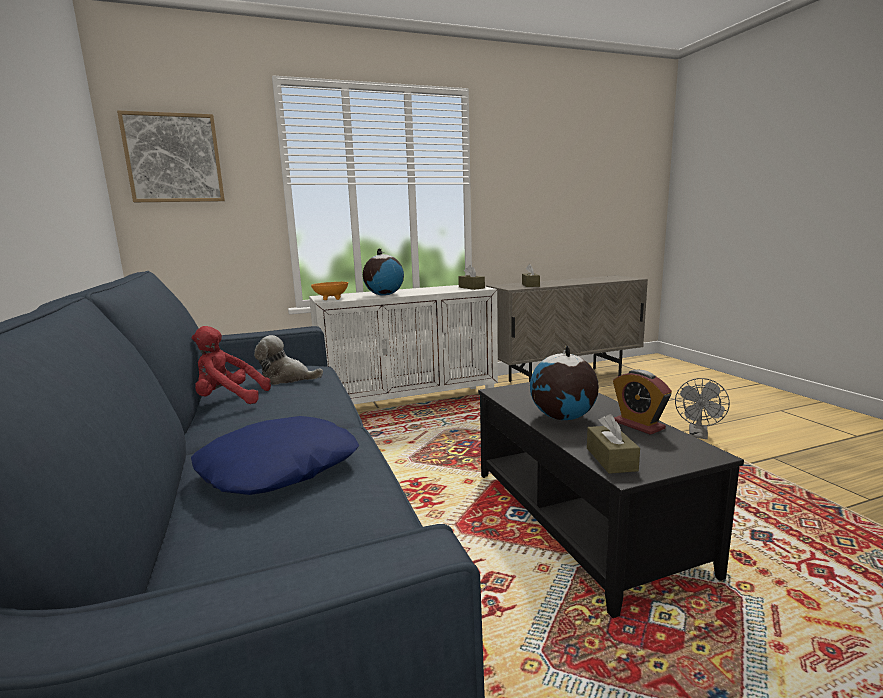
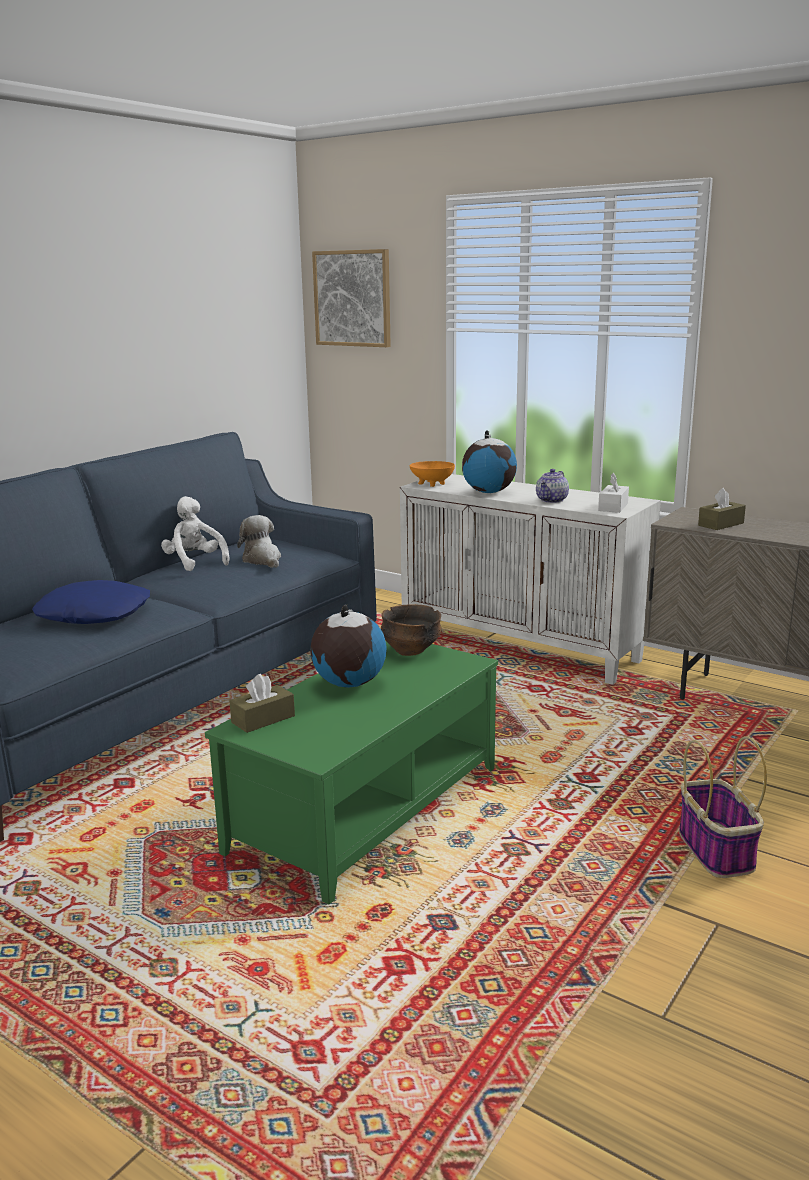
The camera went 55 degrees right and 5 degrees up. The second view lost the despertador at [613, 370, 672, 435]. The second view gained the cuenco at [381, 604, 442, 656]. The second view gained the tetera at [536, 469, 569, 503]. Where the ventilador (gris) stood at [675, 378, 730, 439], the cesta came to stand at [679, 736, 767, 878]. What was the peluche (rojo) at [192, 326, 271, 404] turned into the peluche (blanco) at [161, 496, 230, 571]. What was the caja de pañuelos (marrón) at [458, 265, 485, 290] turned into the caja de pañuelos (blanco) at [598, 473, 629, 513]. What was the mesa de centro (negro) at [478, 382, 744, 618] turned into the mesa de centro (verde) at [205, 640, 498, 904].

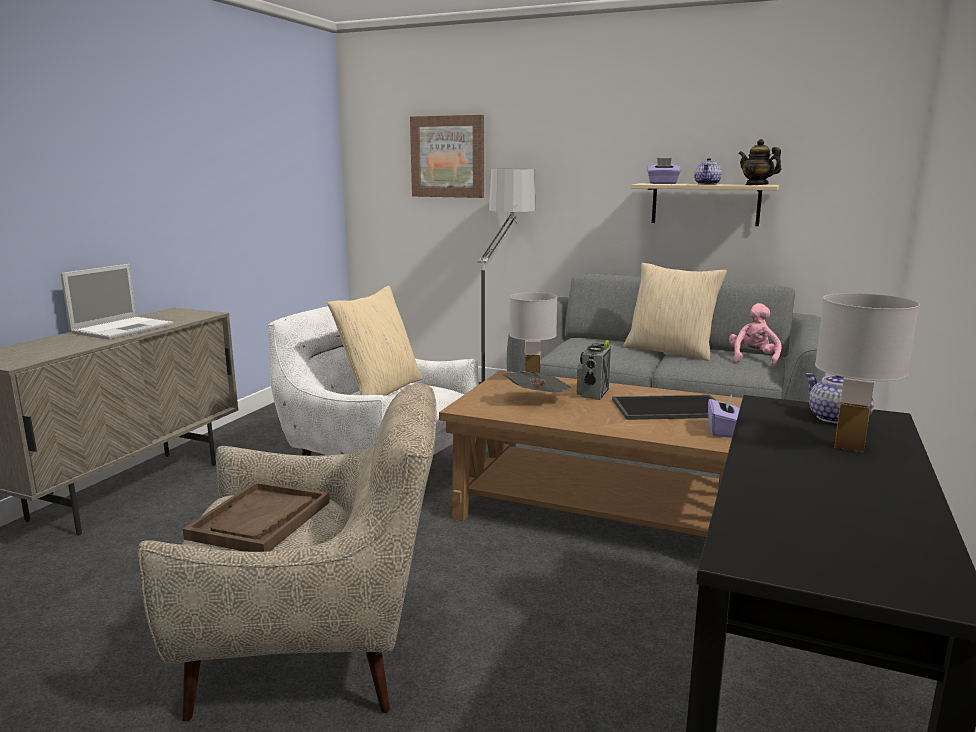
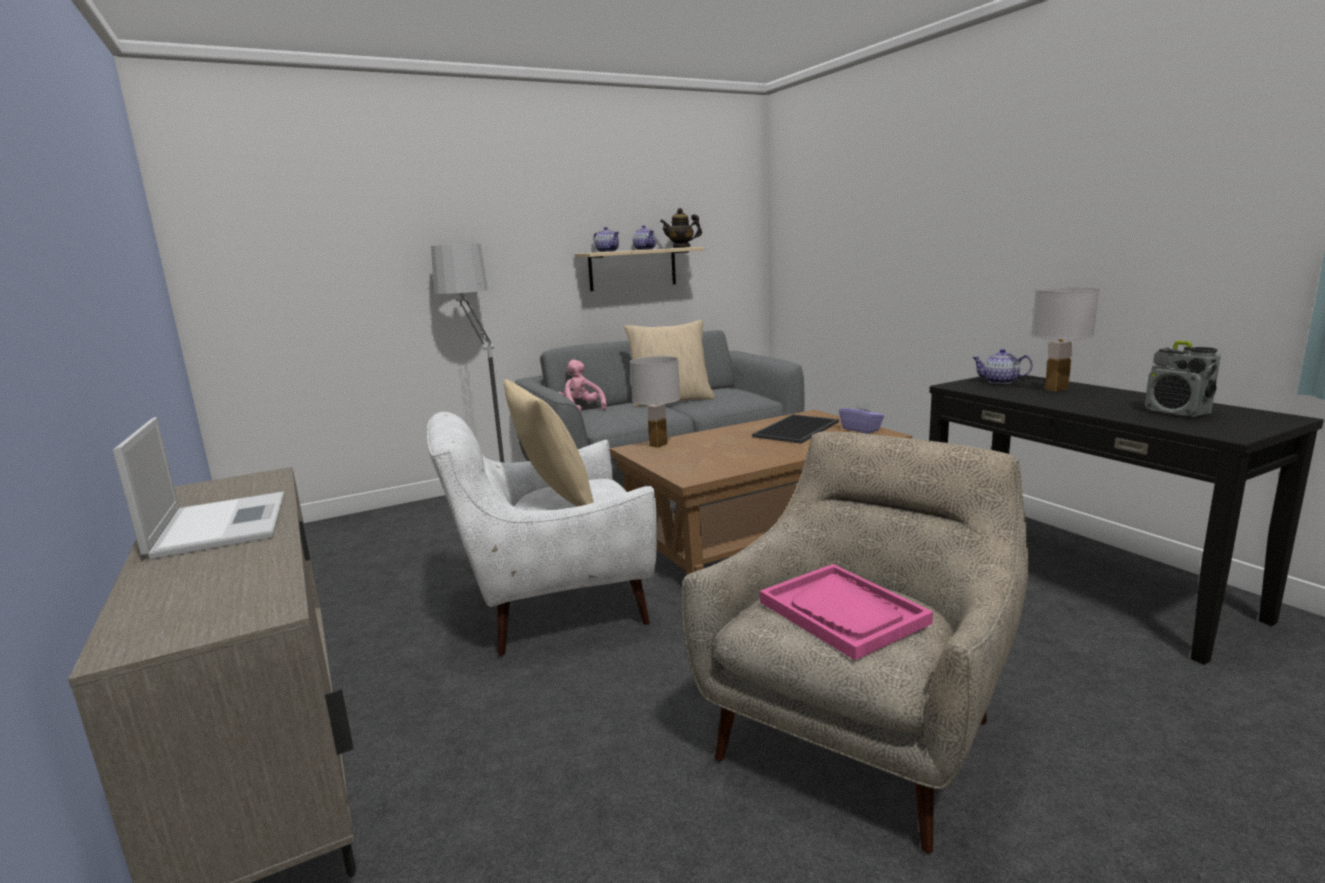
The camera went 50 degrees left and 0 degrees up. The second view lost the cuadro at [410, 115, 484, 198]. The second view lost the periódico at [502, 372, 570, 392]. The radio ended up elsewhere, having gone from [577, 340, 611, 400] to [1145, 340, 1221, 417]. The peluche (rosa) ended up elsewhere, having gone from [729, 303, 782, 367] to [558, 360, 607, 412]. Where the caja de pañuelos (morado) stood at [647, 158, 681, 184], the tetera came to stand at [594, 227, 619, 252]. What was the bandeja (marrón) at [183, 481, 330, 552] turned into the bandeja (rosa) at [760, 564, 933, 660].

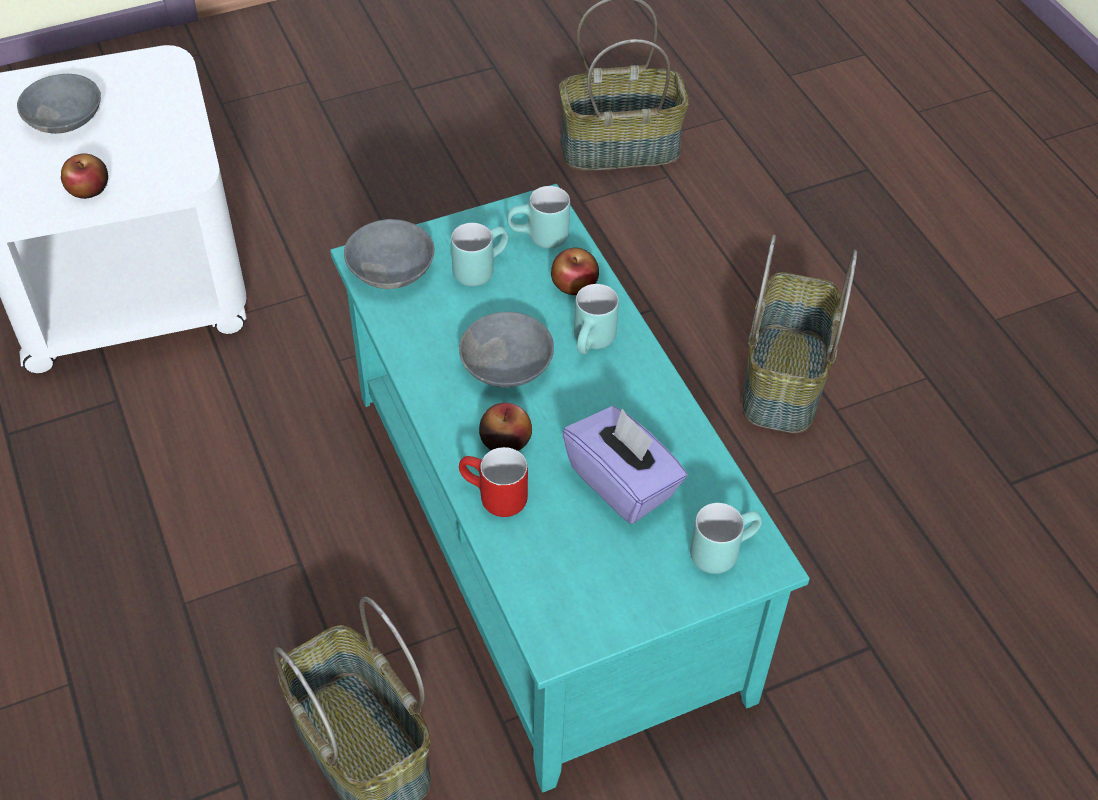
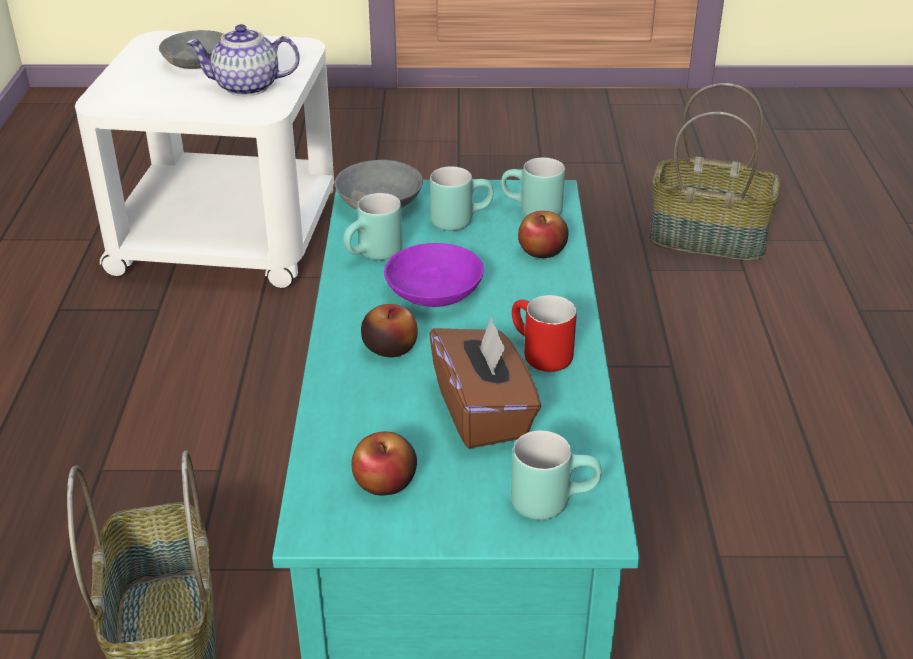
The camera went 25 degrees right and 15 degrees down. The second view lost the cesta at [742, 235, 857, 433]. The second view gained the tetera at [186, 24, 300, 96]. The manzana ended up elsewhere, having gone from [61, 153, 108, 199] to [351, 432, 417, 495]. The taza grande (rojo) ended up elsewhere, having gone from [459, 447, 528, 517] to [512, 295, 577, 372]. The taza grande (turquesa) ended up elsewhere, having gone from [574, 284, 619, 354] to [343, 193, 403, 260]. What was the cuenco (gris) at [459, 312, 554, 387] turned into the cuenco (morado) at [384, 243, 484, 307]. What was the caja de pañuelos (morado) at [563, 406, 687, 524] turned into the caja de pañuelos (marrón) at [429, 317, 541, 449].

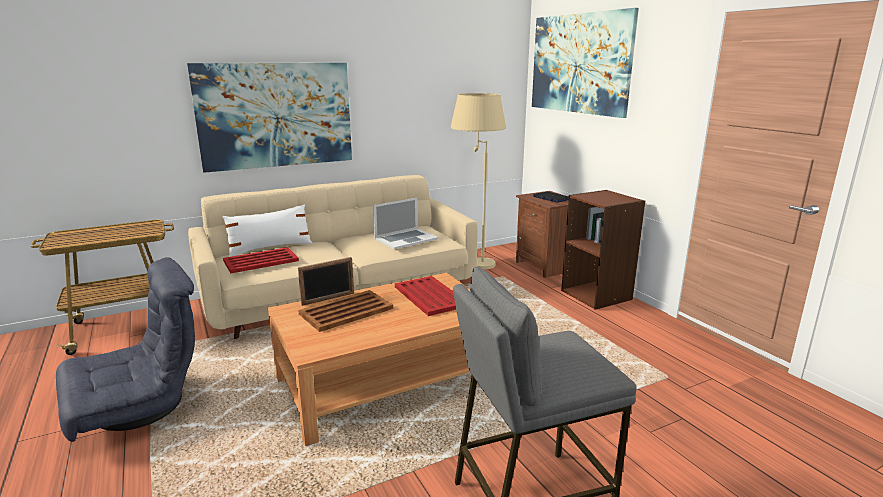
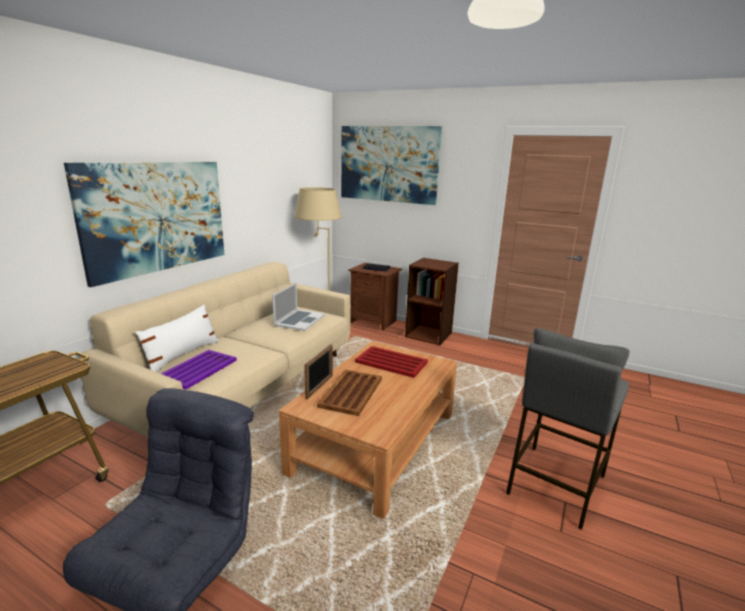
The camera went 35 degrees left and 0 degrees up. What was the bandeja (rojo) at [223, 247, 299, 273] turned into the bandeja (morado) at [161, 350, 237, 390].

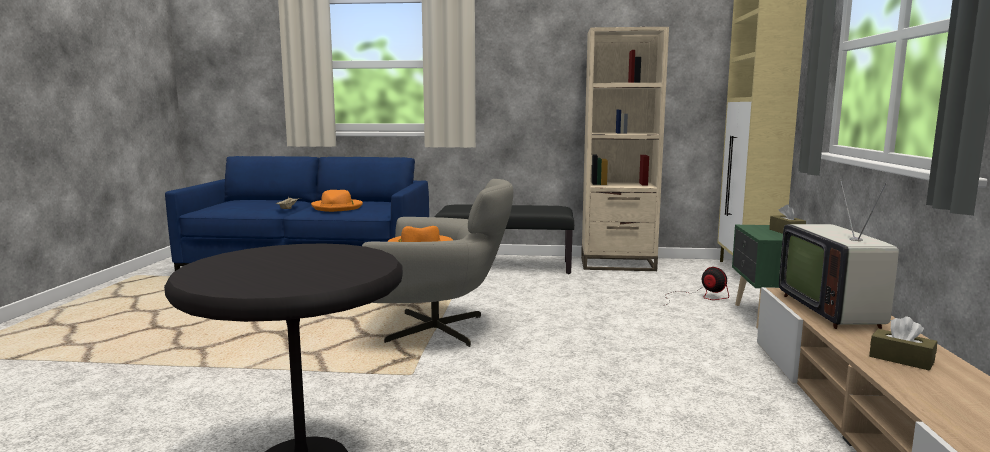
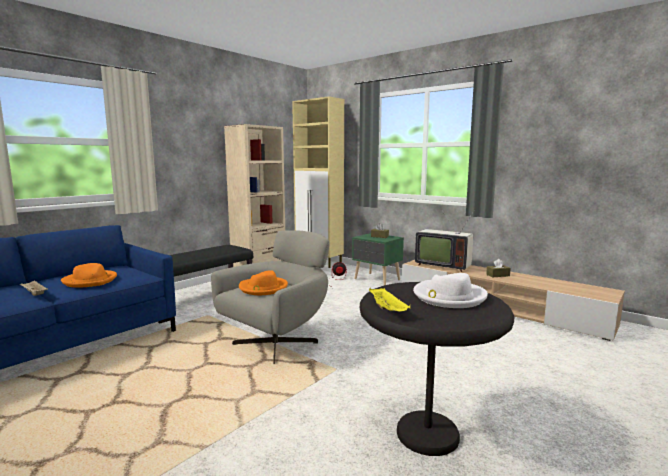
The camera went 55 degrees left and 0 degrees up. The second view gained the bandeja (amarillo) at [369, 288, 411, 312]. The second view gained the sombrero (blanco) at [413, 273, 488, 308].

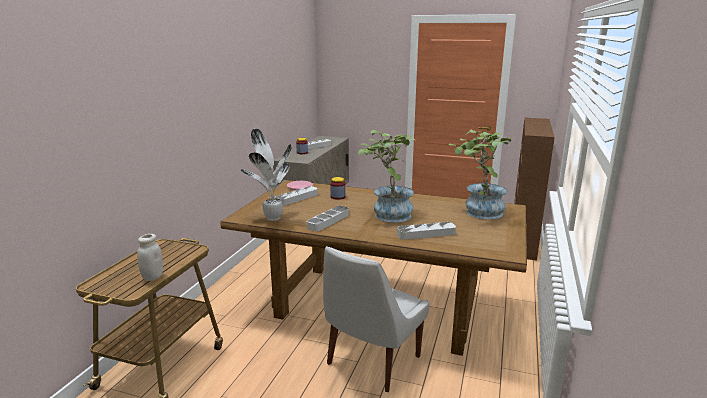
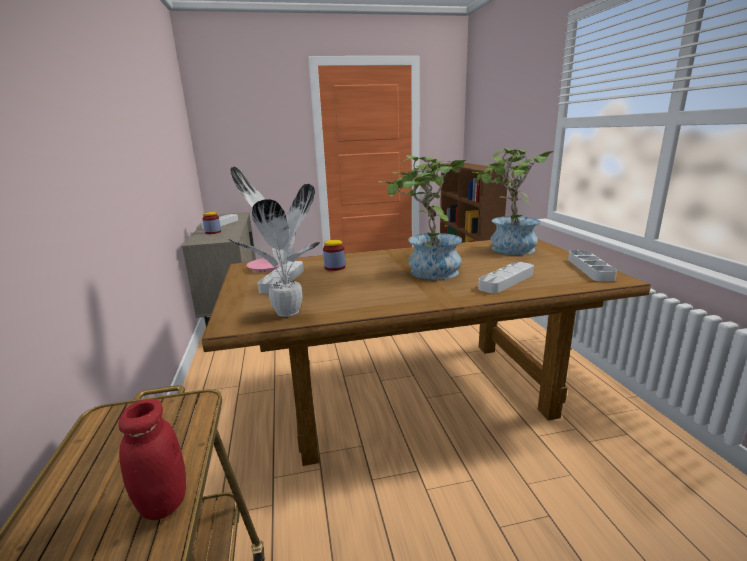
The camera went 30 degrees left and 0 degrees up. The second view lost the silla (blanco) at [323, 246, 430, 392]. The bandeja (gris) ended up elsewhere, having gone from [307, 206, 349, 231] to [568, 250, 617, 281]. What was the tarro (blanco) at [137, 234, 163, 281] turned into the tarro (rojo) at [118, 399, 186, 520].

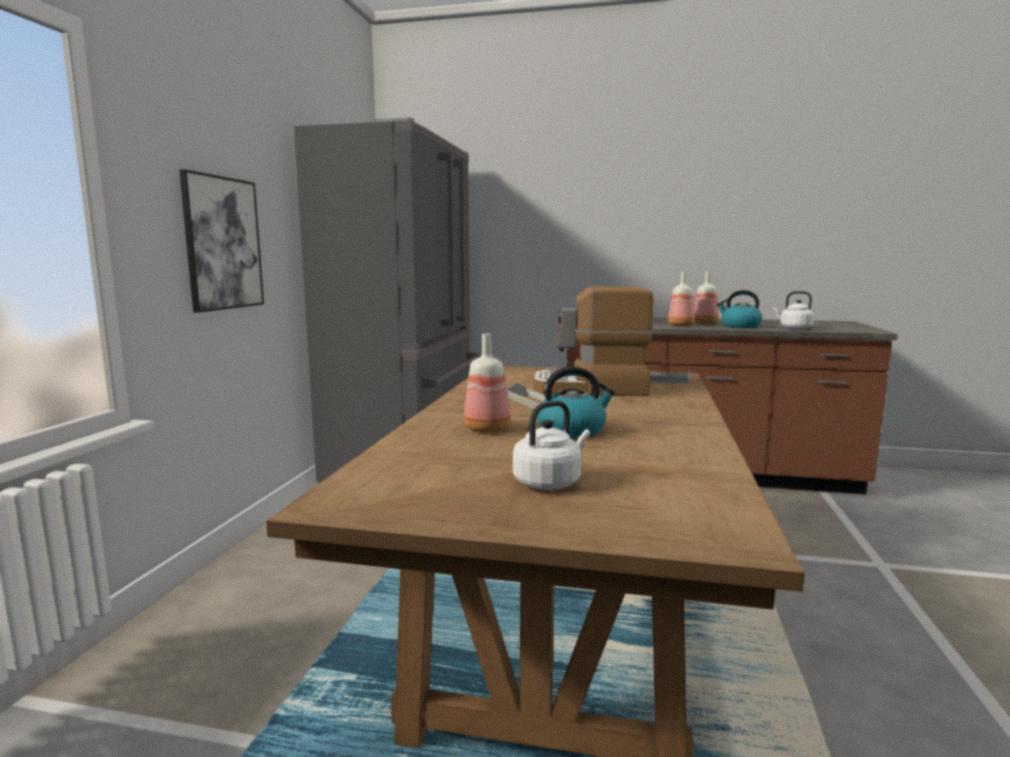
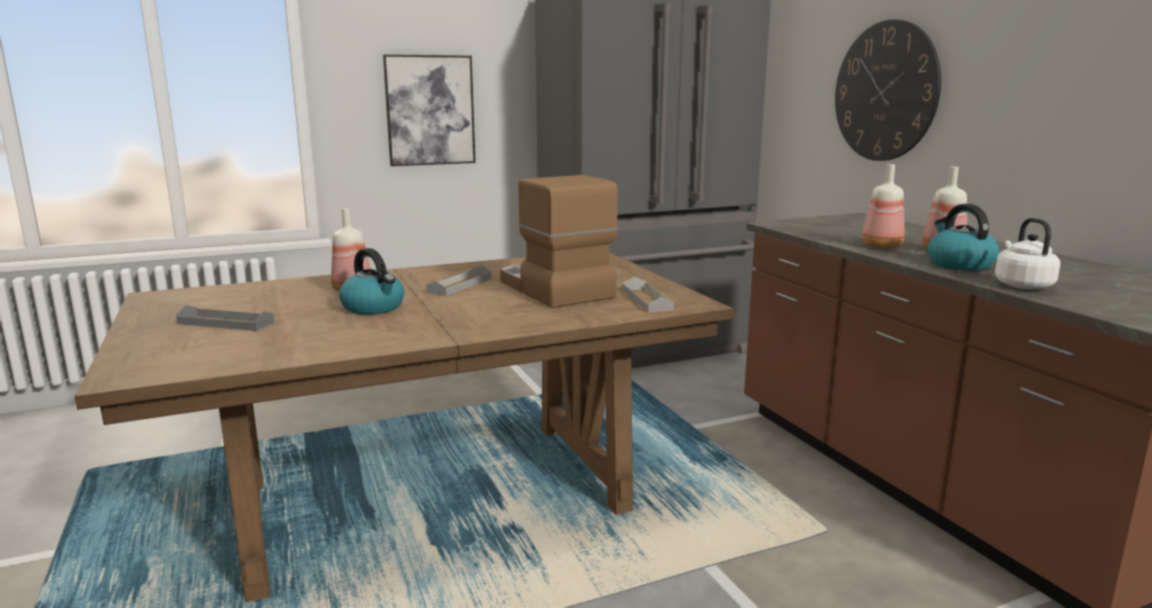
The camera went 55 degrees right and 5 degrees up. The second view gained the reloj de pared at [835, 19, 941, 161]. Where the hervidor (blanco) stood at [513, 401, 590, 490], the bandeja (gris) came to stand at [176, 305, 274, 331].

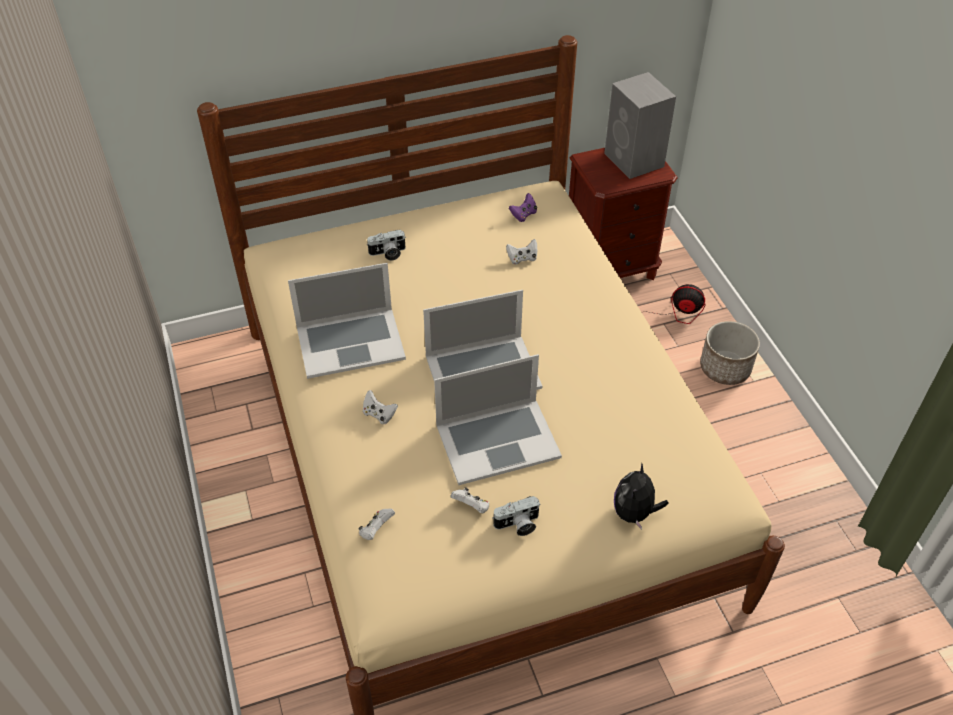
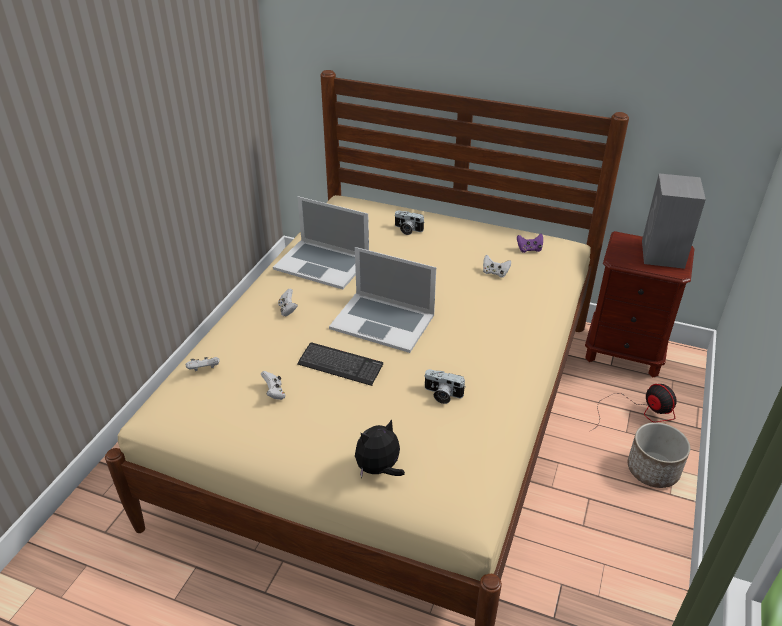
The camera went 40 degrees right and 10 degrees down. The cámara ended up elsewhere, having gone from [492, 496, 539, 536] to [424, 369, 466, 404]. Where the portátil stood at [434, 354, 562, 485], the teclado came to stand at [297, 343, 383, 386].

